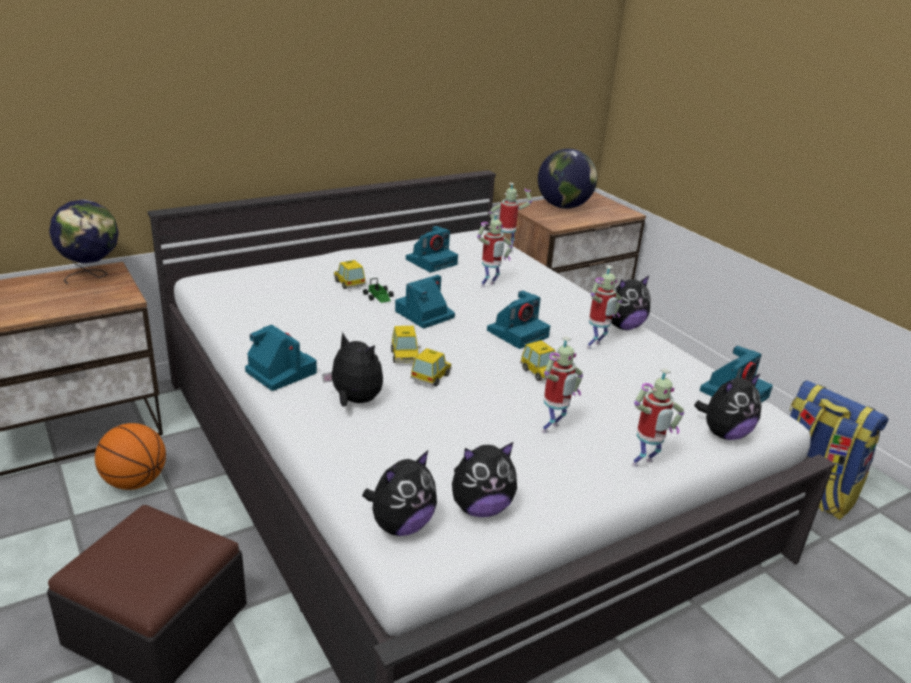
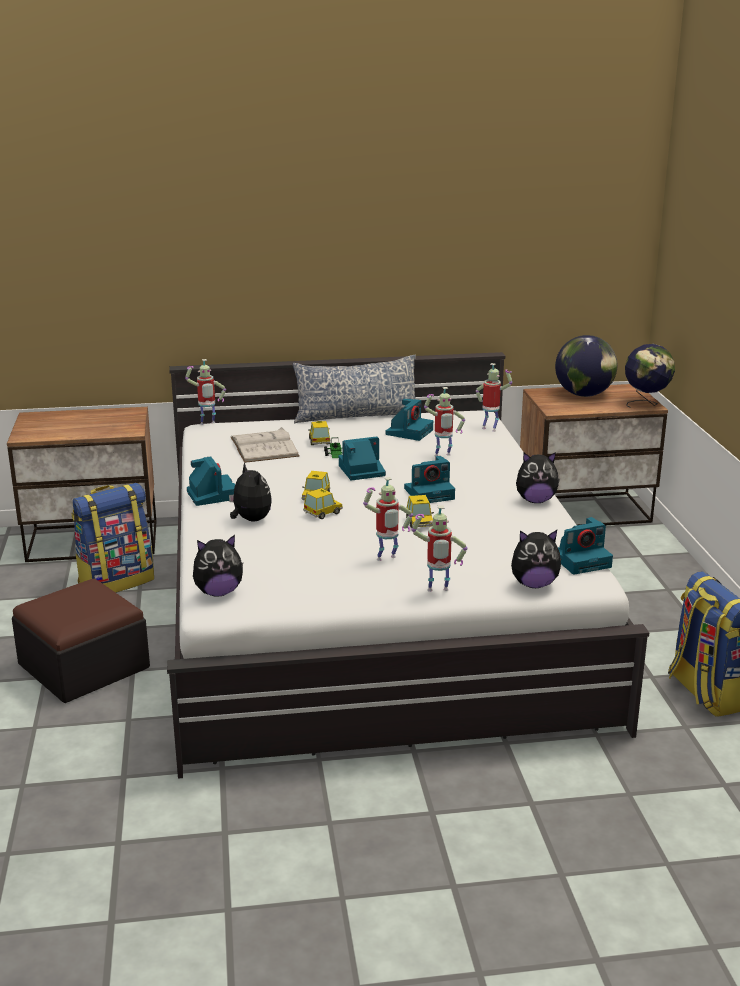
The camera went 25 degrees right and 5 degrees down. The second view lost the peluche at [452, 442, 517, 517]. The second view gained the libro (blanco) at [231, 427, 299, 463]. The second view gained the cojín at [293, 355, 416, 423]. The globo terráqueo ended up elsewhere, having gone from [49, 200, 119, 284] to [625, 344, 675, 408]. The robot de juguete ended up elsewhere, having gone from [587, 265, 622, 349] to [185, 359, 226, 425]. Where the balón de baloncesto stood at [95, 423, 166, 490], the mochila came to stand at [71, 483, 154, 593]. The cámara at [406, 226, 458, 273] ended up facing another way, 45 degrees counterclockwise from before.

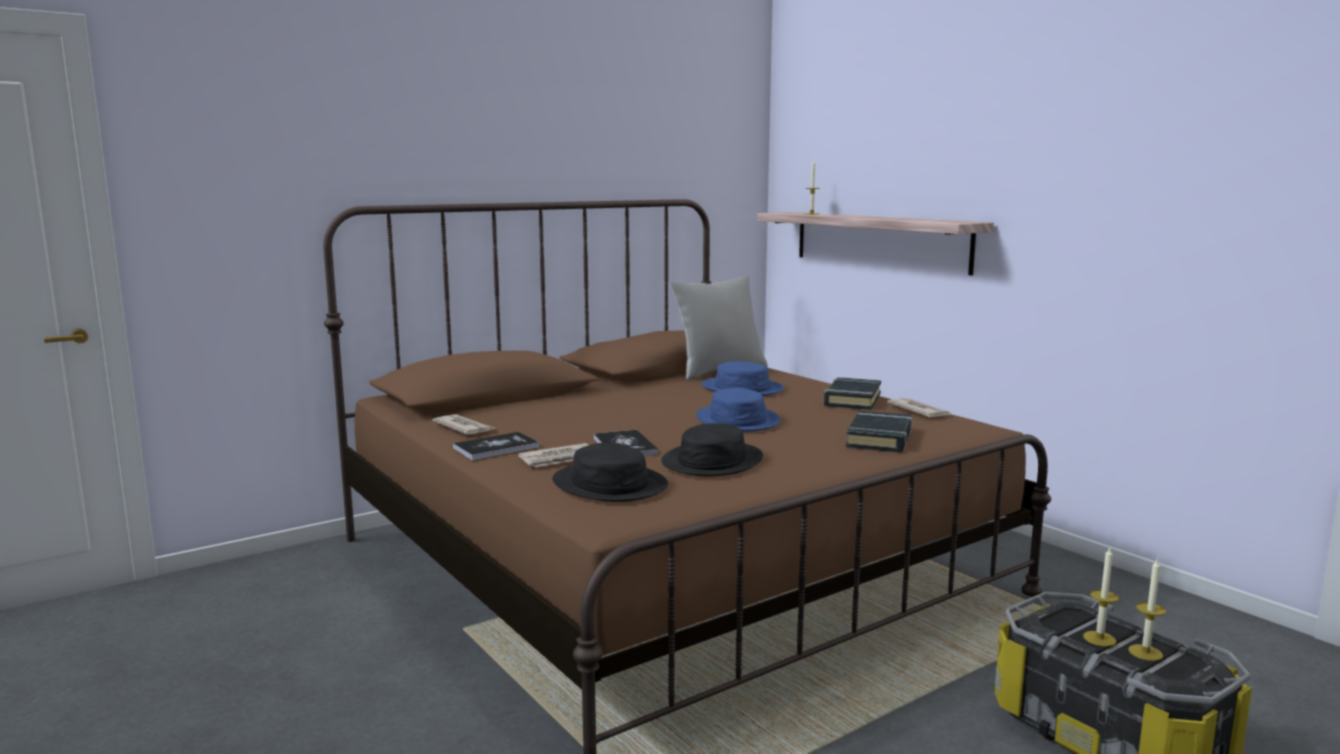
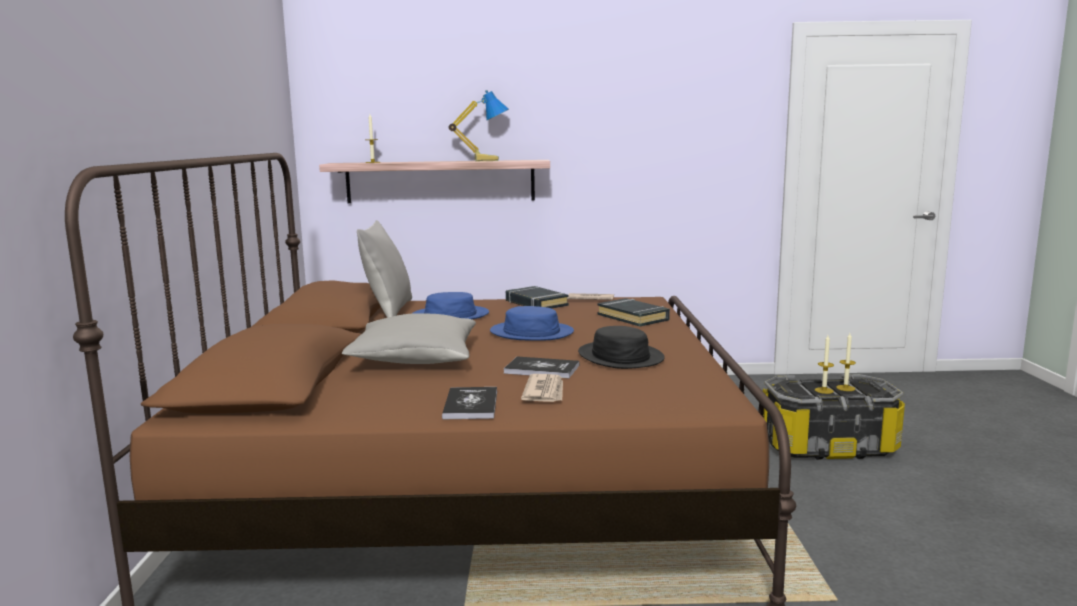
The camera went 55 degrees left and 0 degrees up. The second view lost the periódico at [432, 414, 494, 435]. The second view lost the sombrero (negro) at [552, 443, 668, 502]. The second view gained the cojín (gris) at [342, 313, 476, 364]. The second view gained the lámpara de mesa at [449, 90, 509, 161].

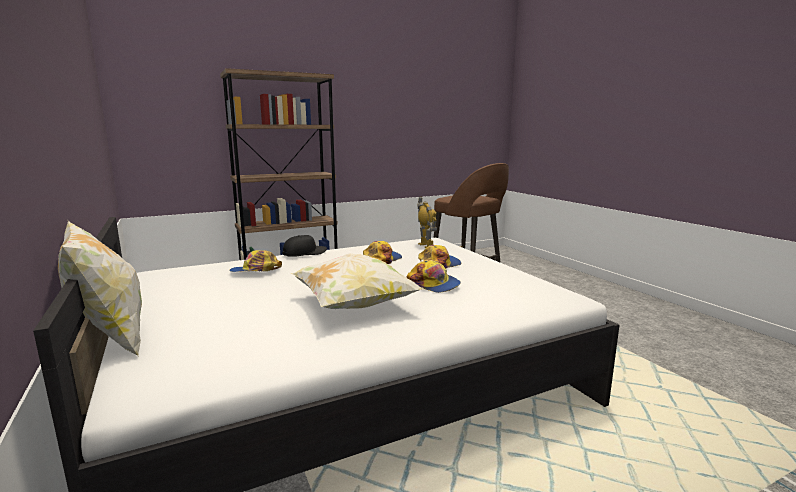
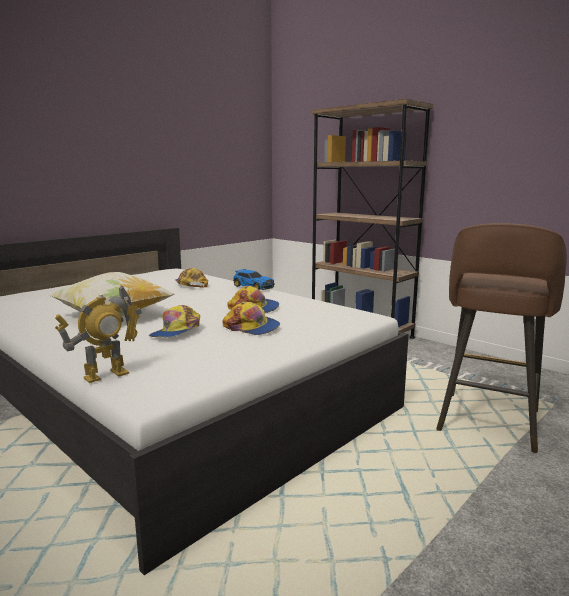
The camera went 70 degrees right and 0 degrees up. The second view lost the cojín at [58, 221, 142, 357]. The robot de juguete ended up elsewhere, having gone from [418, 196, 437, 248] to [55, 285, 142, 383]. Where the gorra (negro) stood at [282, 235, 327, 257], the coche de juguete came to stand at [233, 269, 275, 290].

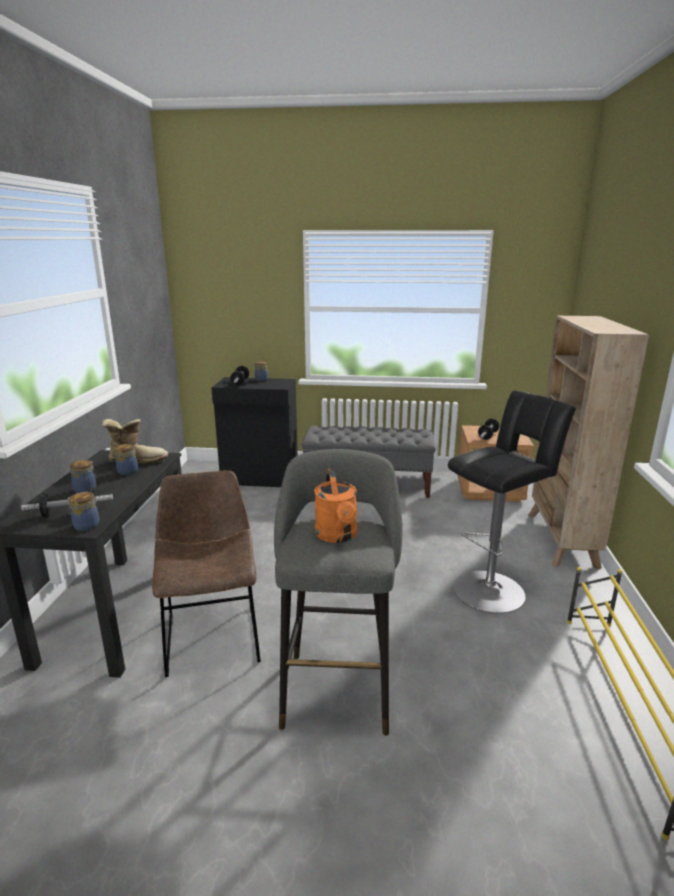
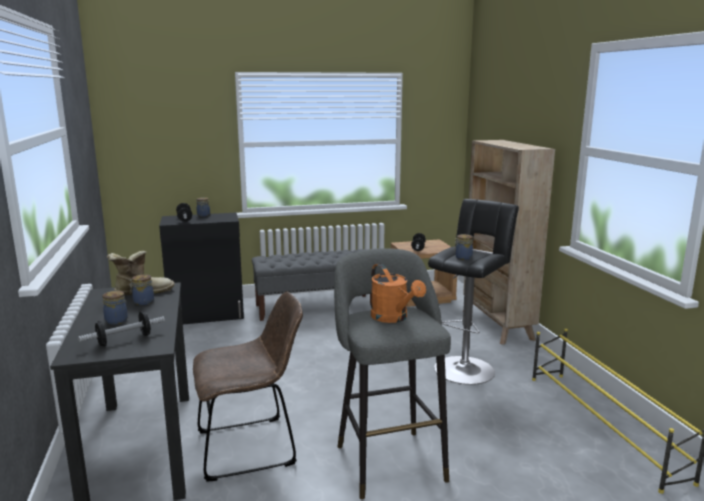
The camera went 20 degrees left and 5 degrees down. The tarro ended up elsewhere, having gone from [68, 492, 99, 531] to [454, 234, 473, 260]. The silla (marrón) at [152, 470, 261, 677] ended up facing another way, 105 degrees clockwise from before.

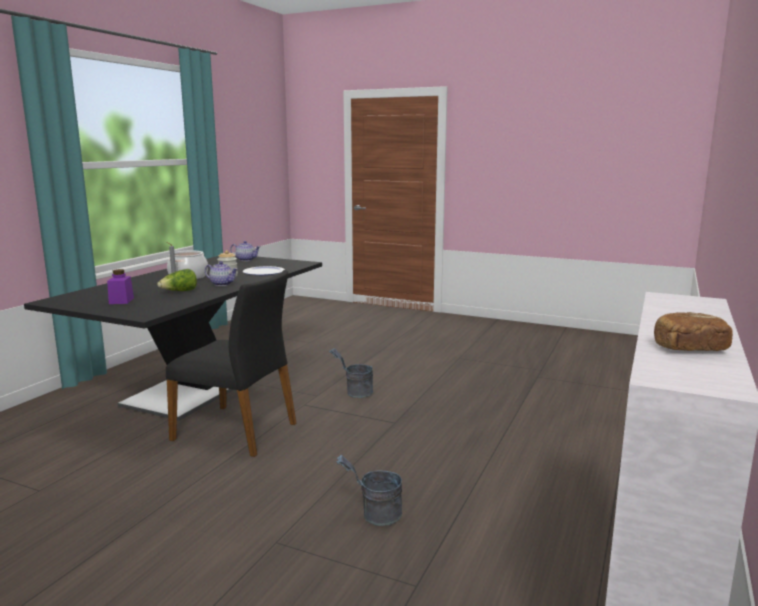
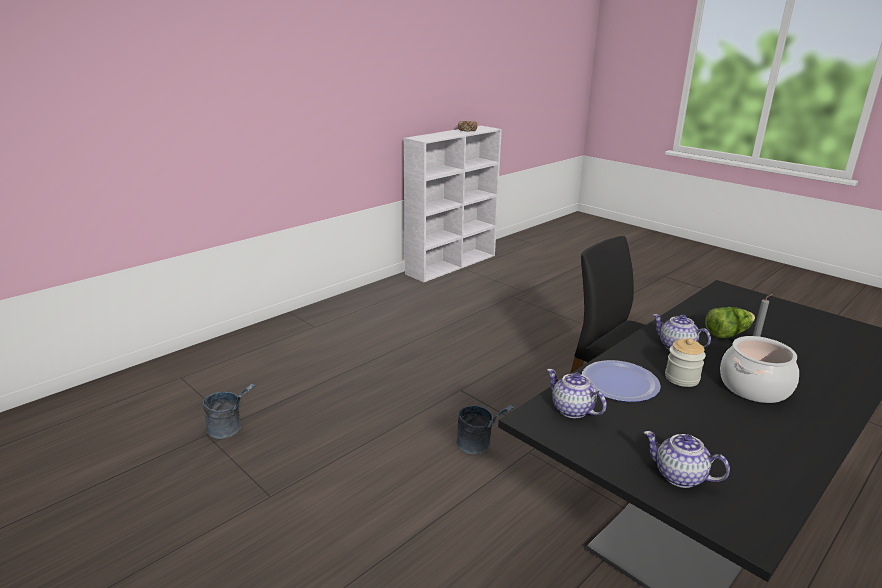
The camera went 160 degrees left and 10 degrees up. The second view lost the tarro (morado) at [107, 269, 134, 304]. The second view gained the tetera at [547, 369, 607, 418]. The cubo (gris) ended up elsewhere, having gone from [336, 455, 402, 526] to [203, 384, 255, 439].

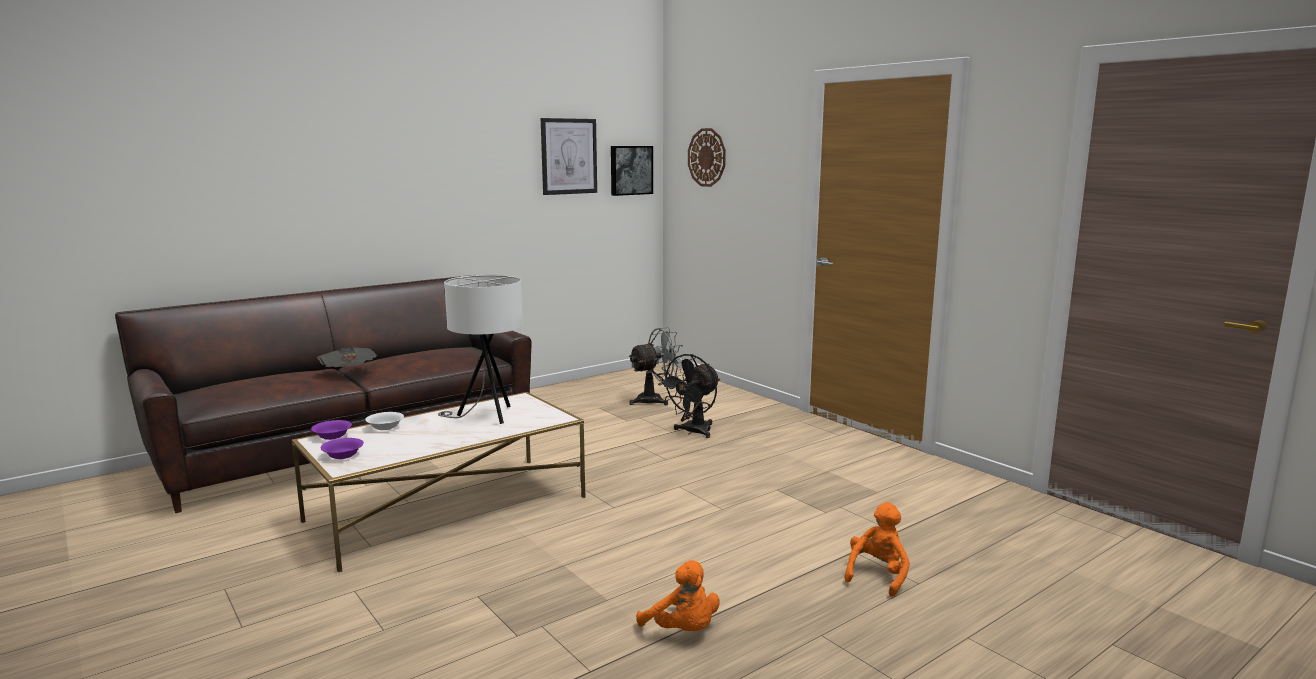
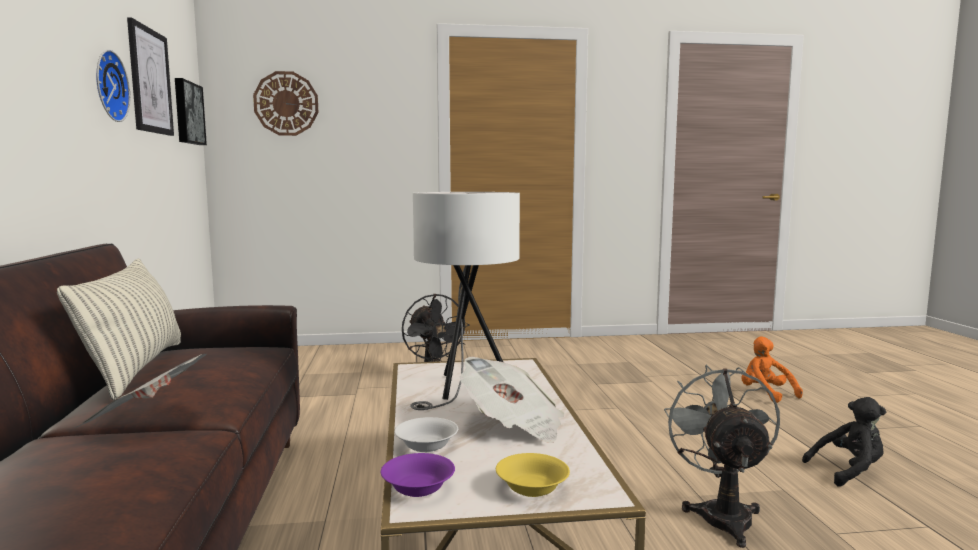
The camera went 60 degrees left and 5 degrees down. The second view gained the cojín at [57, 258, 181, 401]. The second view gained the reloj de pared at [96, 50, 130, 122]. The second view gained the periódico at [460, 357, 564, 443]. The ventilador (gris) ended up elsewhere, having gone from [629, 327, 683, 405] to [664, 365, 780, 548]. What was the cuenco (morado) at [320, 438, 364, 459] turned into the cuenco (amarillo) at [496, 453, 570, 497]. What was the peluche (naranja) at [636, 560, 720, 631] turned into the peluche (negro) at [802, 397, 886, 487].

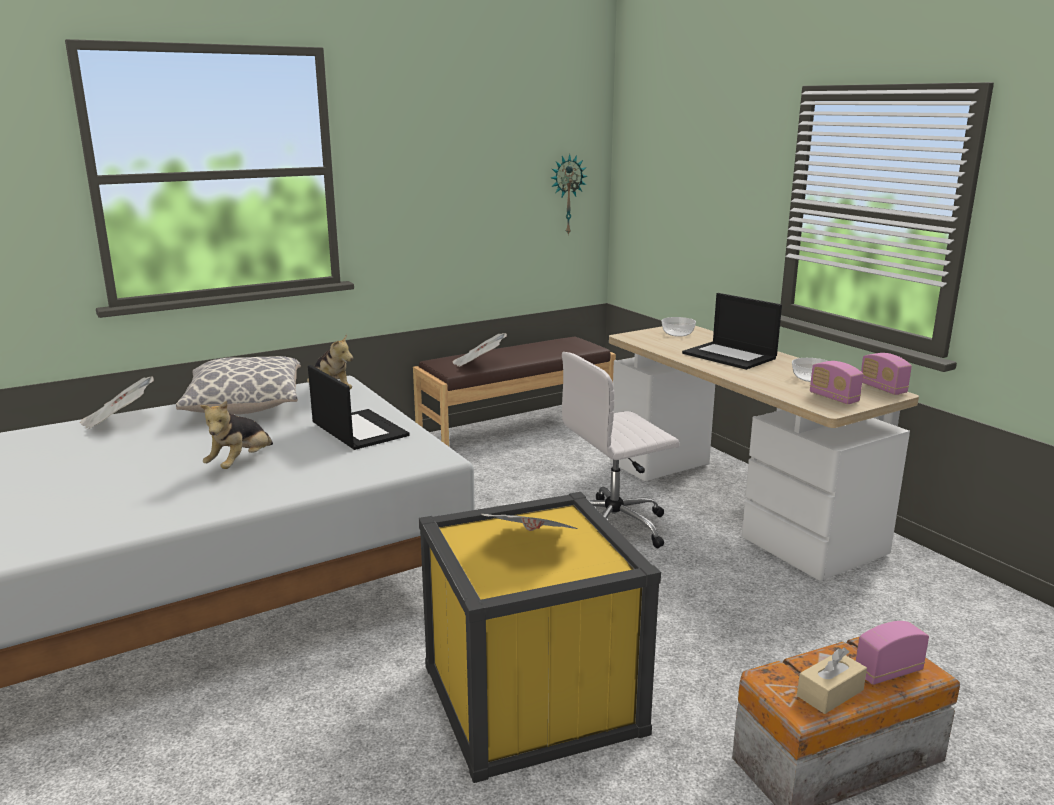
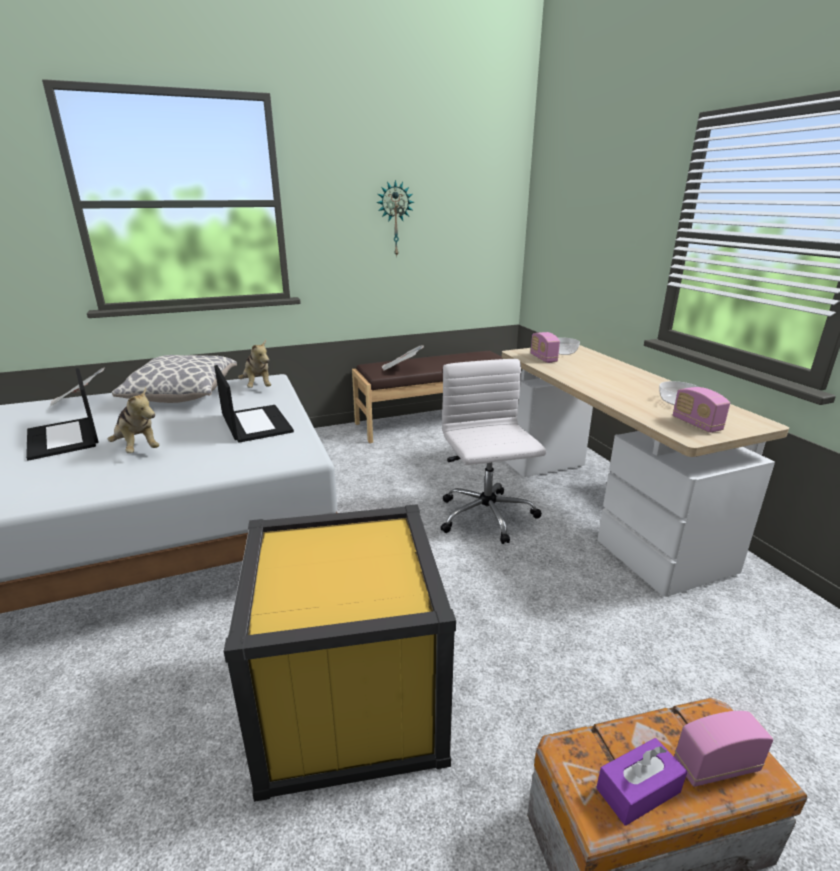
The camera went 10 degrees right and 5 degrees up. The second view lost the periódico at [481, 514, 578, 531]. The reloj de pared ended up elsewhere, having gone from [551, 154, 587, 235] to [376, 180, 414, 257]. The portátil ended up elsewhere, having gone from [682, 293, 782, 370] to [26, 368, 99, 461]. The radio ended up elsewhere, having gone from [861, 353, 912, 395] to [531, 332, 560, 363]. What was the caja de pañuelos (beis) at [797, 648, 867, 714] turned into the caja de pañuelos (morado) at [596, 738, 687, 826]. The peluche at [200, 400, 273, 469] ended up facing another way, 75 degrees counterclockwise from before. The silla de oficina (blanco) at [562, 352, 680, 549] ended up facing another way, 90 degrees clockwise from before.

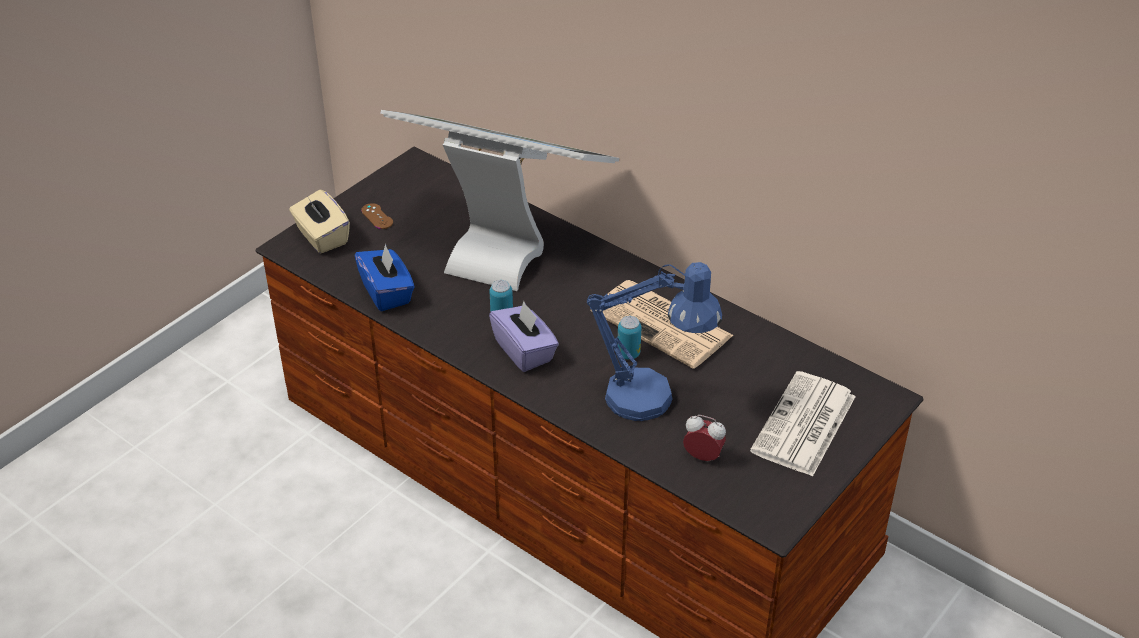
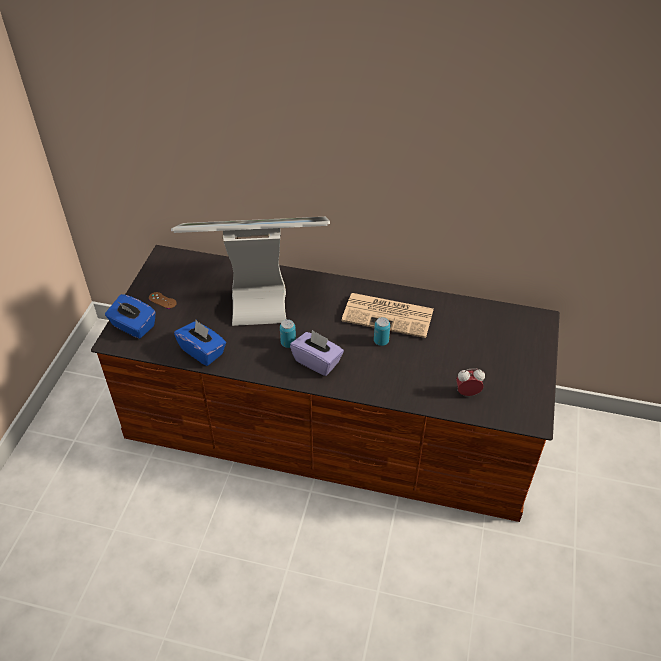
The camera went 25 degrees left and 5 degrees up. The second view lost the lámpara de mesa (azul) at [587, 262, 722, 421]. The second view lost the periódico at [750, 371, 856, 477]. What was the caja de pañuelos (beis) at [289, 190, 350, 253] turned into the caja de pañuelos (azul) at [105, 294, 156, 339].

